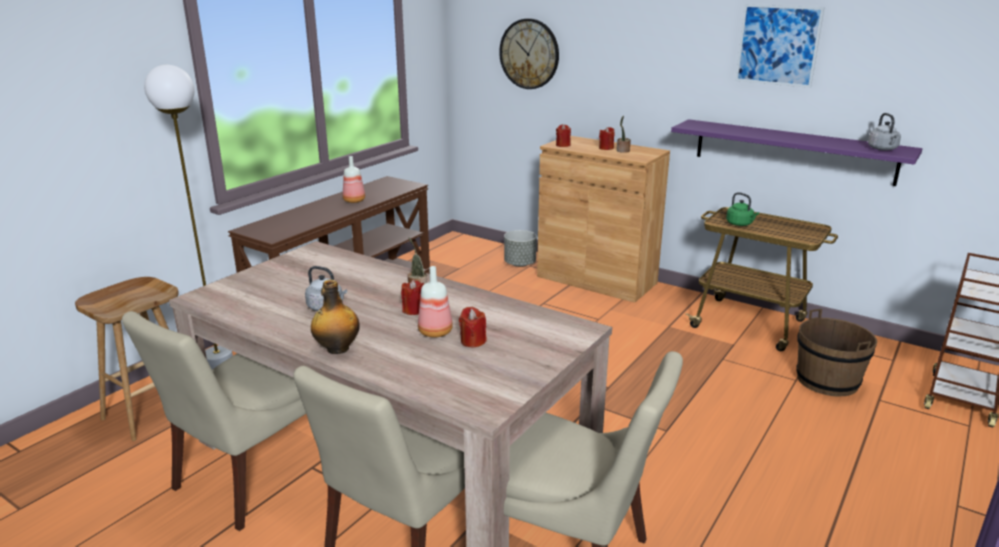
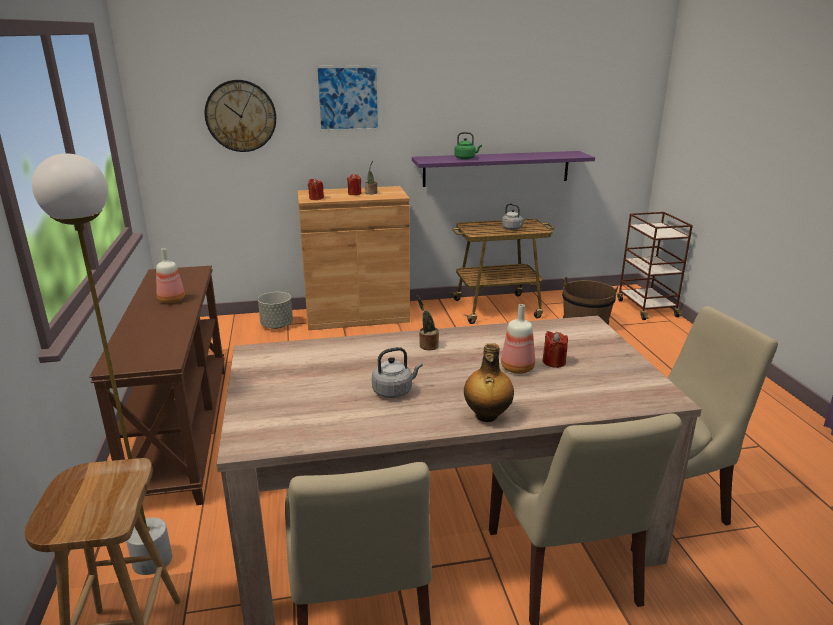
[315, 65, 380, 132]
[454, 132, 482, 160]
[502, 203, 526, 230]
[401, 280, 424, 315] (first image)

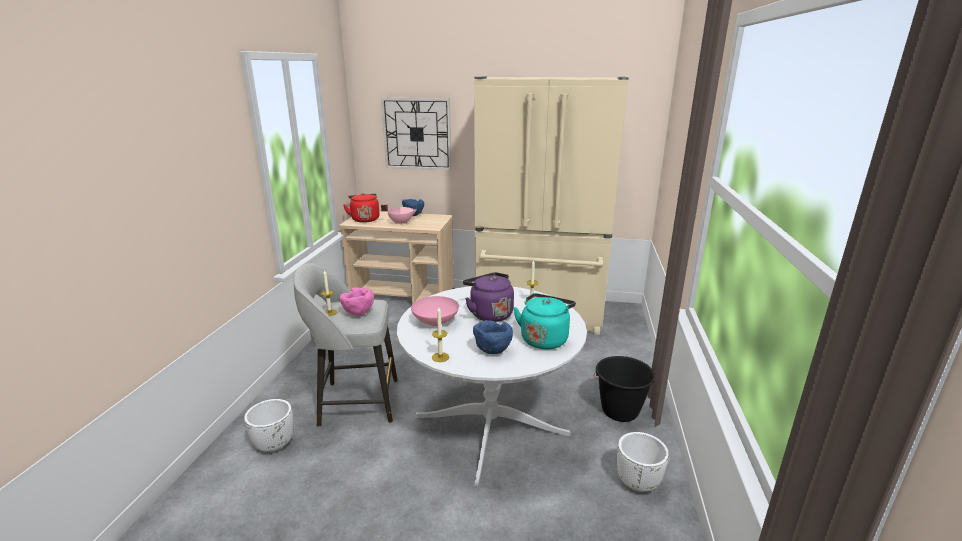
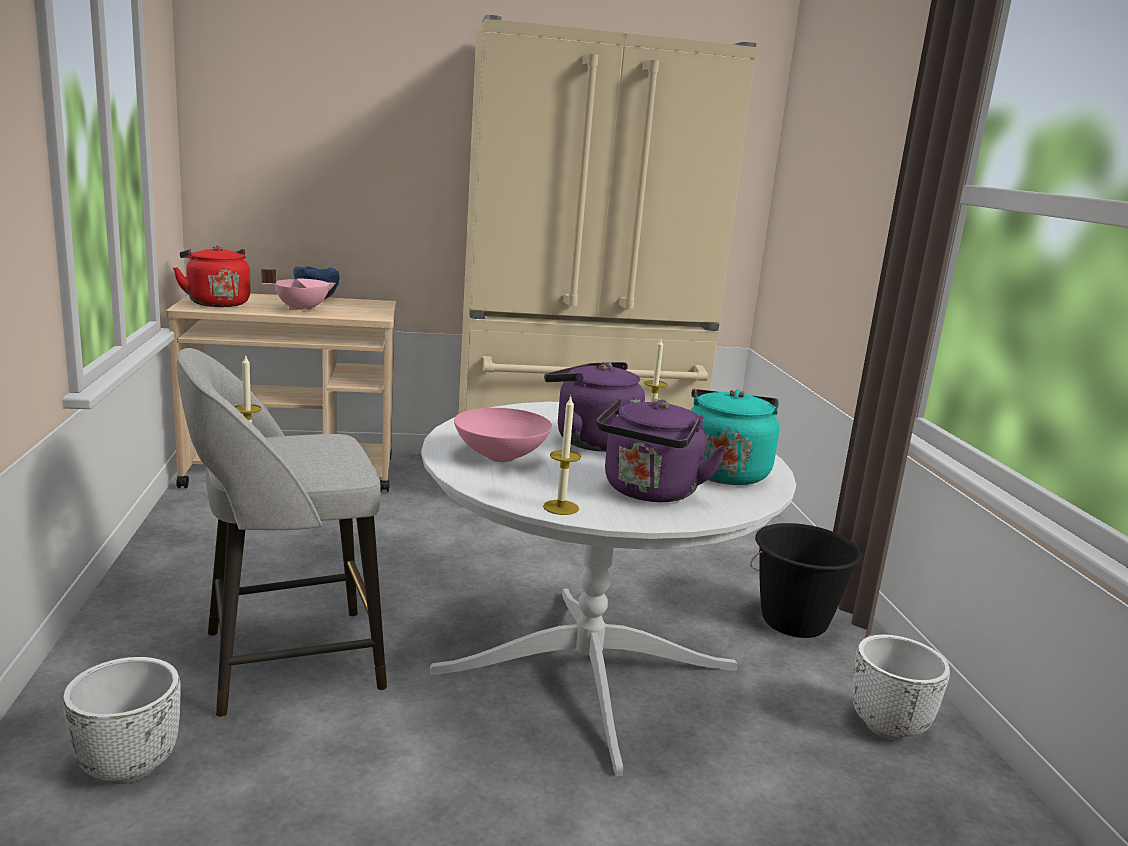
[596, 398, 727, 502]
[339, 287, 374, 316] (first image)
[381, 98, 452, 170] (first image)

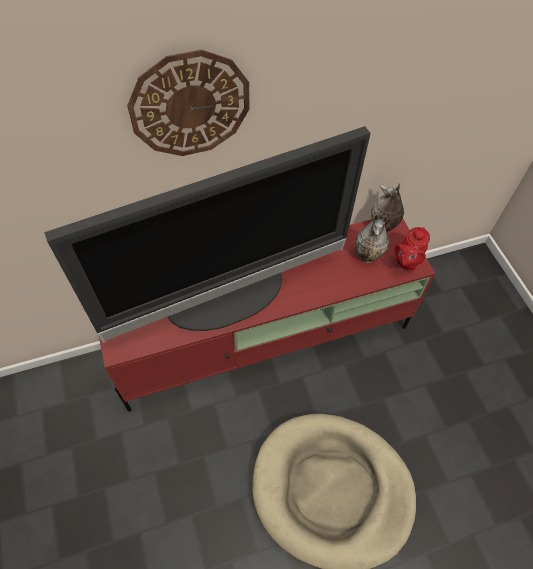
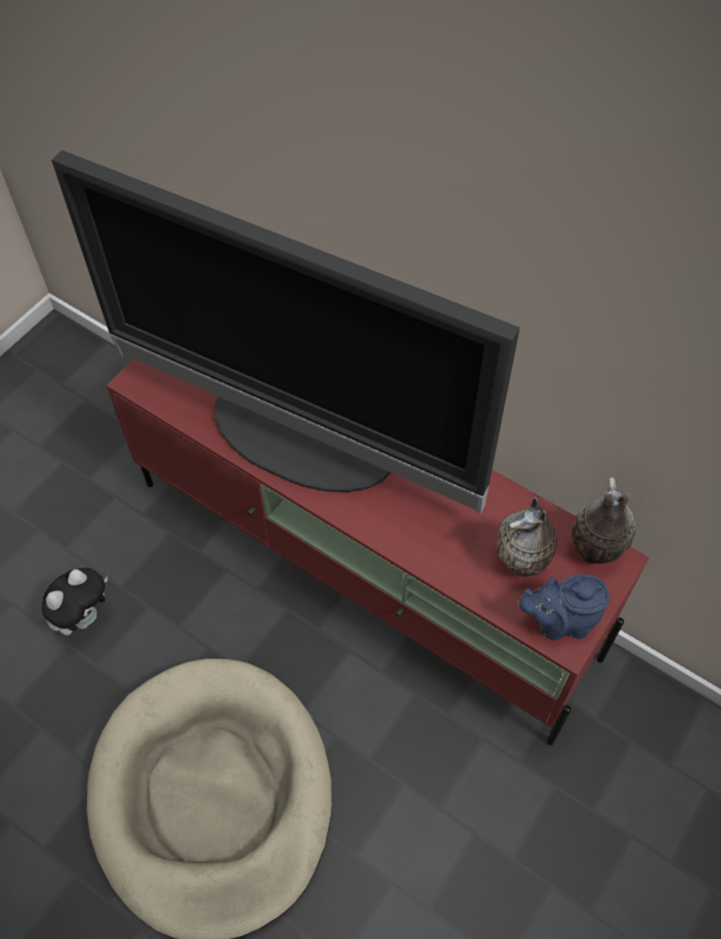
[42, 568, 108, 635]
[519, 575, 610, 640]
[127, 49, 250, 156] (first image)

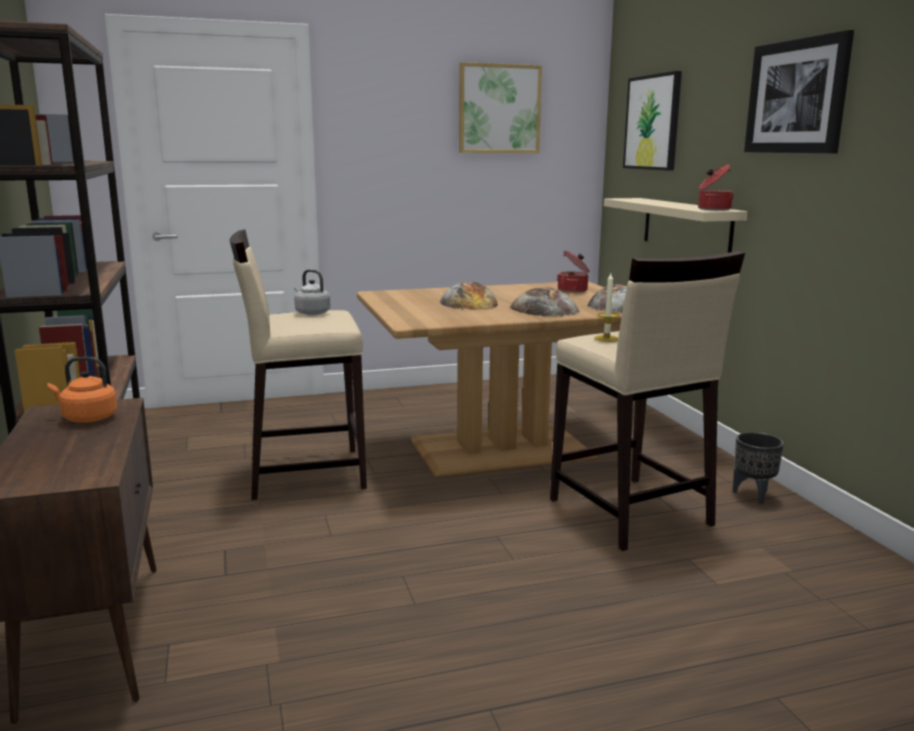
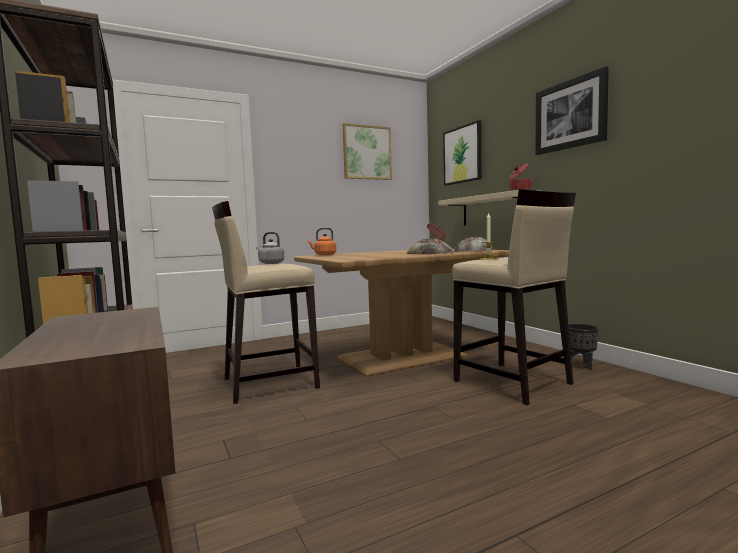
[308, 228, 336, 255]
[440, 282, 498, 310] (first image)

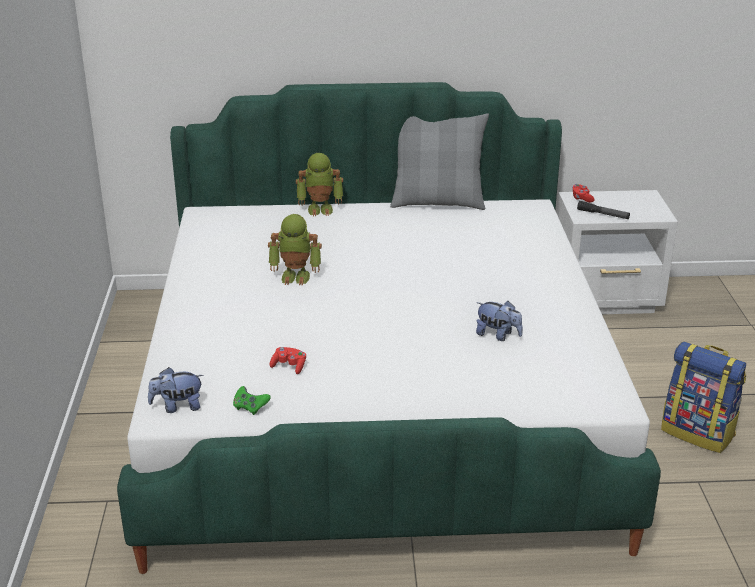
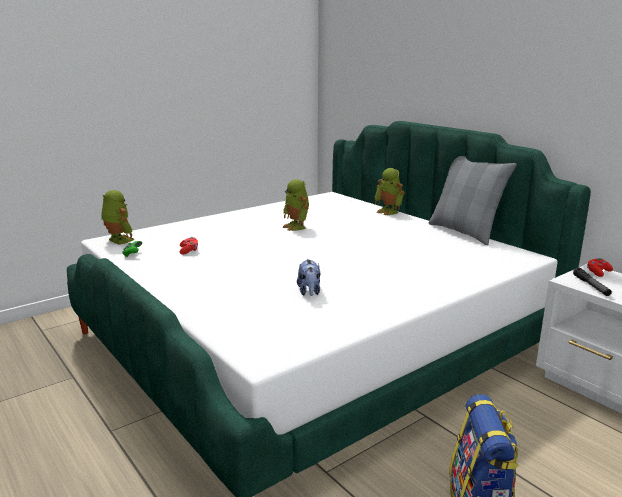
[101, 190, 135, 245]

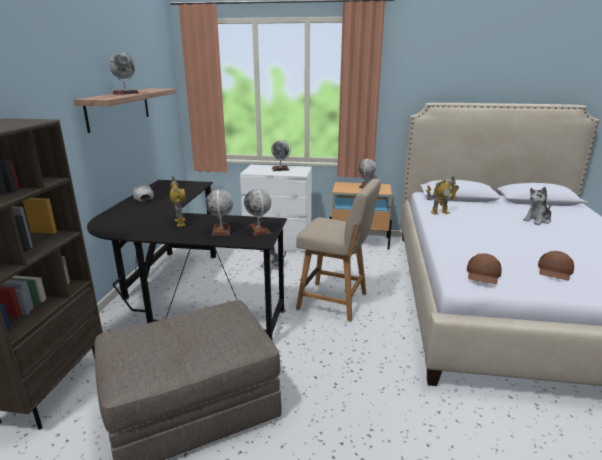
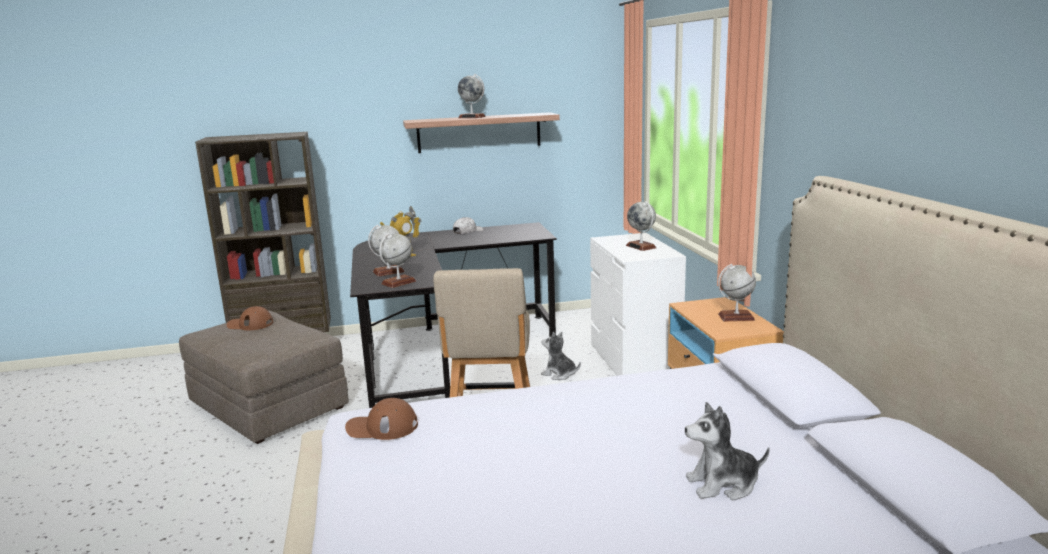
[227, 306, 273, 330]
[685, 402, 770, 500]
[426, 176, 459, 215] (first image)

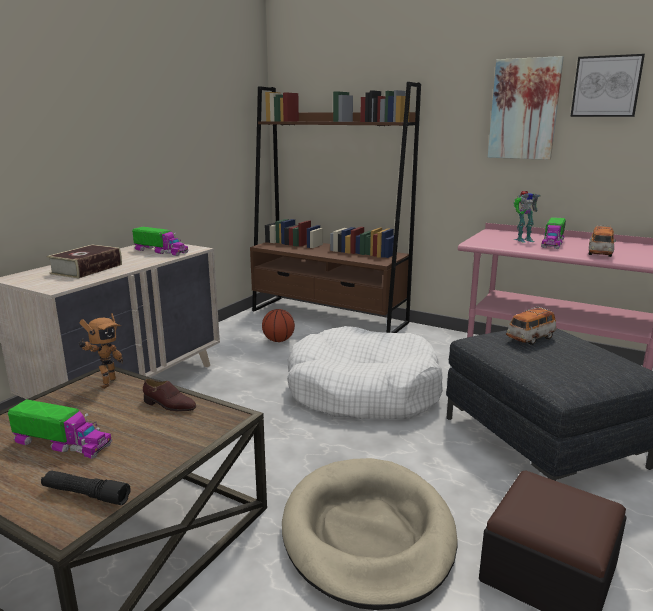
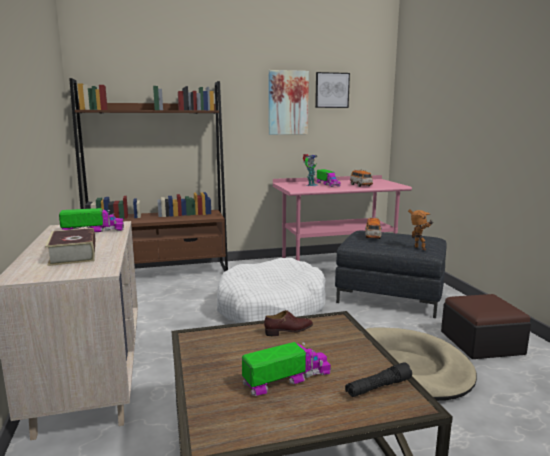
[408, 209, 433, 250]
[262, 309, 295, 342] (first image)

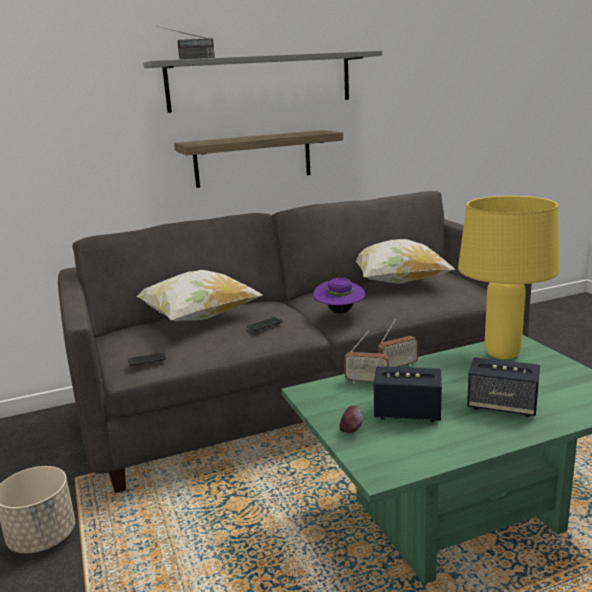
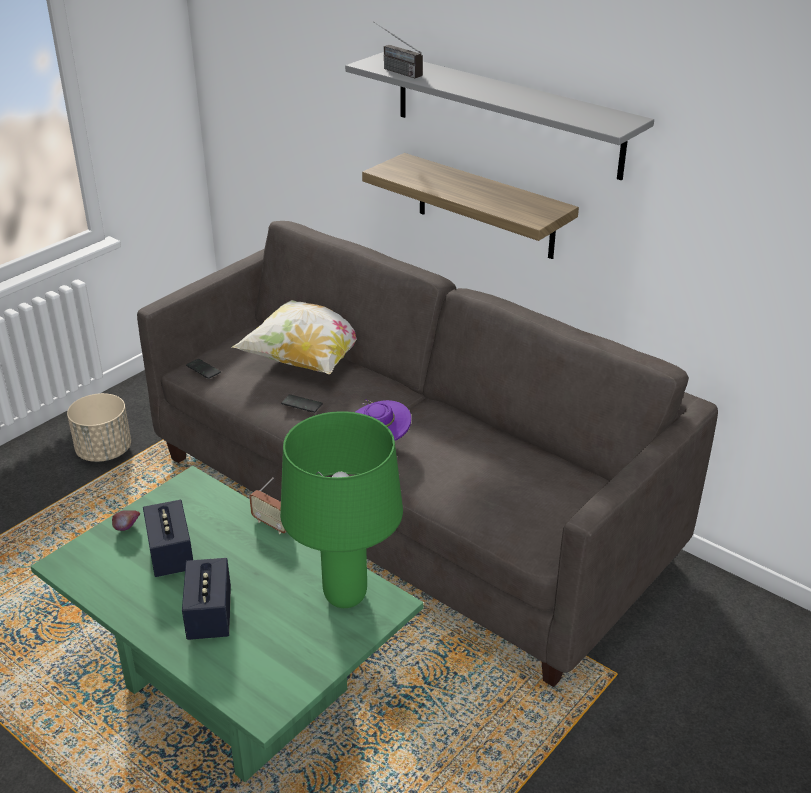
[280, 411, 403, 608]
[344, 331, 389, 384] (first image)
[356, 239, 455, 284] (first image)

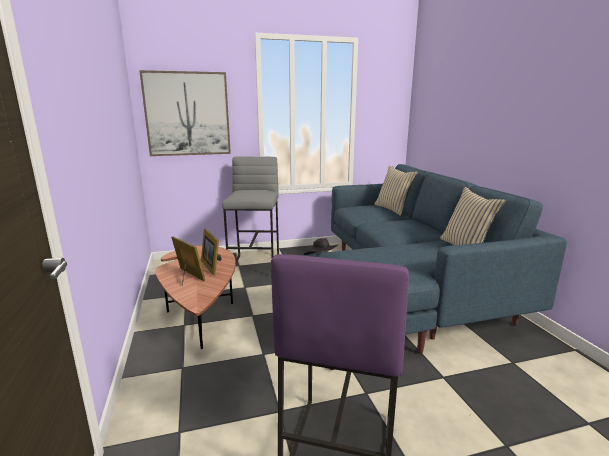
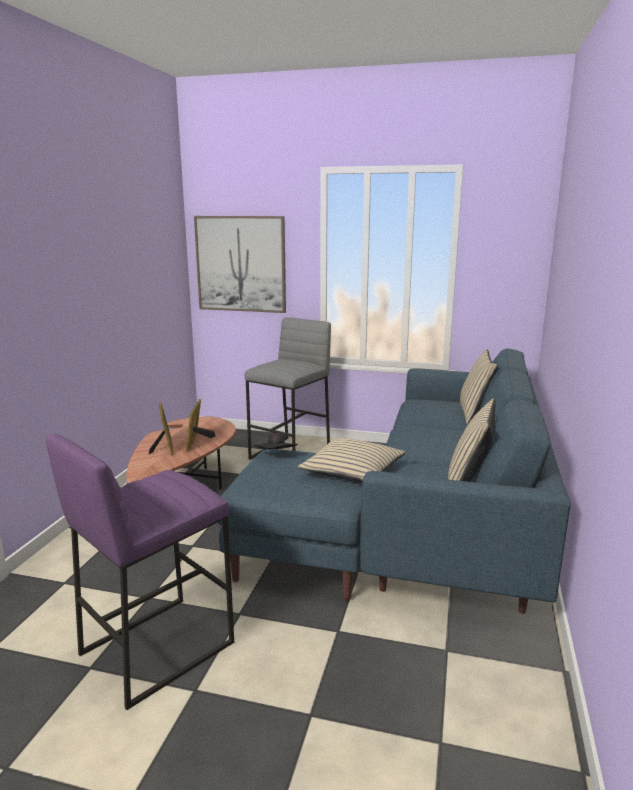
[298, 437, 405, 483]

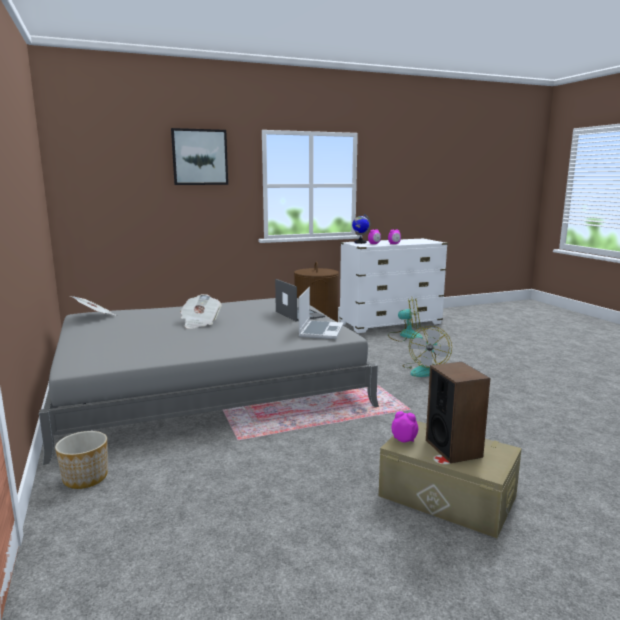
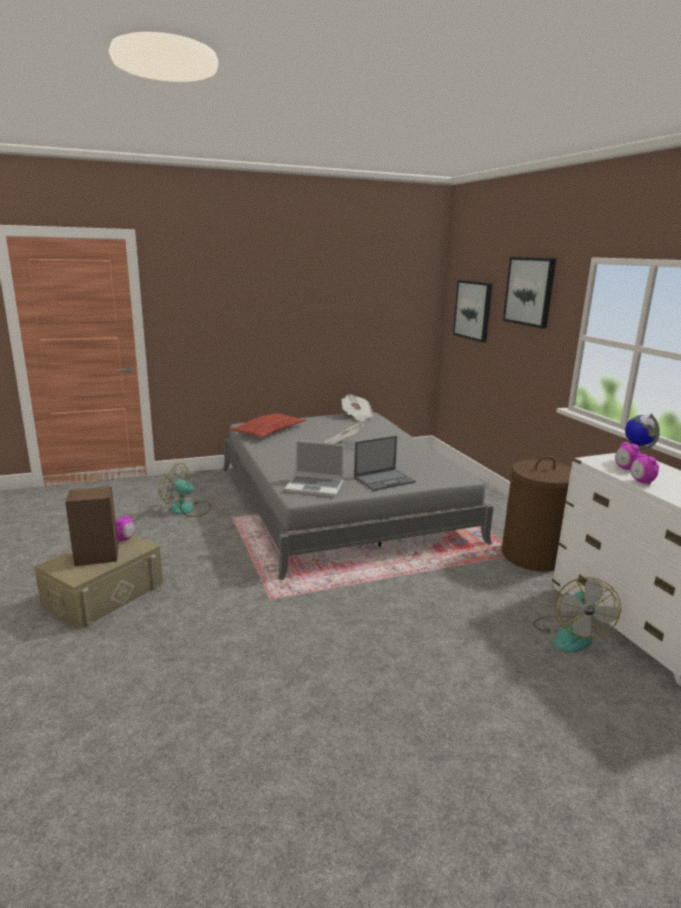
[159, 463, 211, 517]
[230, 413, 306, 438]
[453, 280, 492, 343]
[55, 431, 108, 489] (first image)

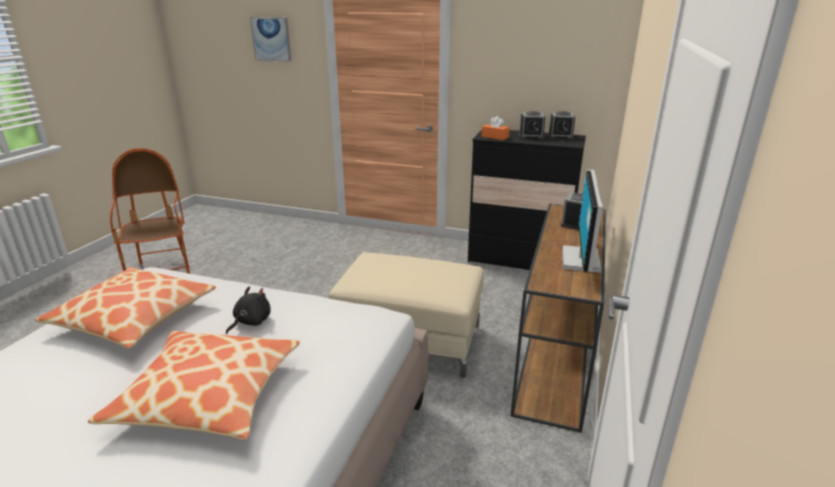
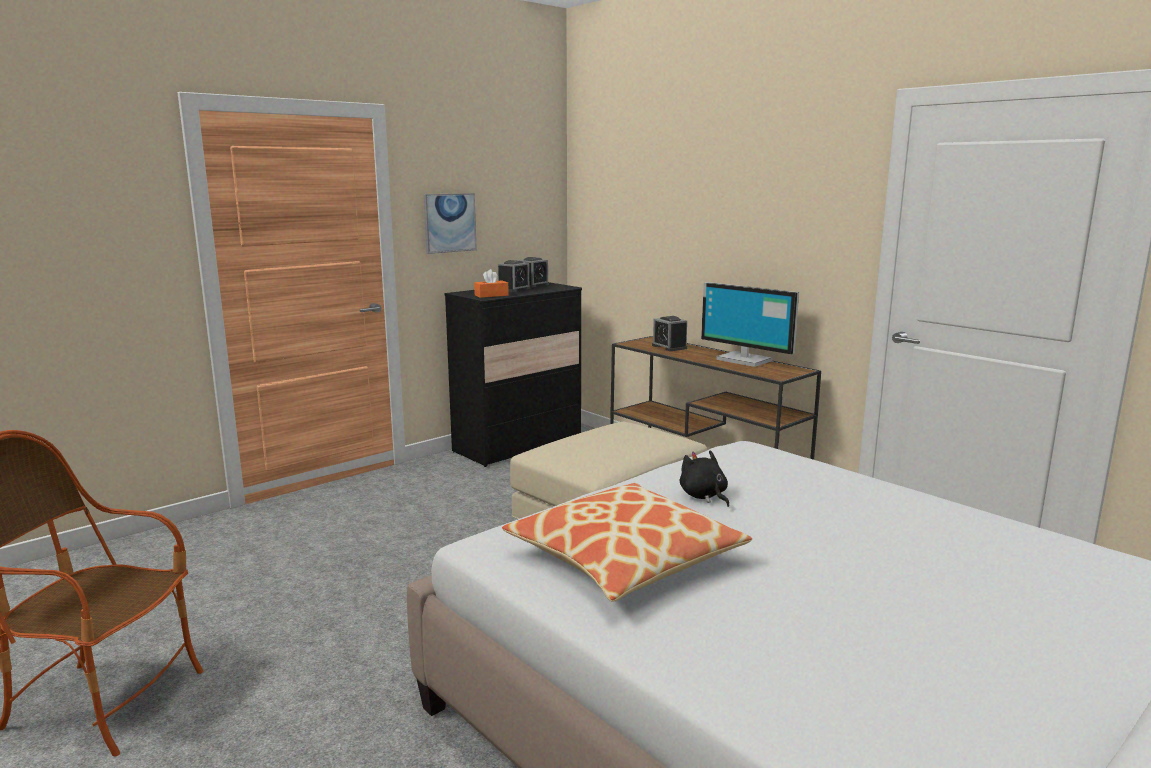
[423, 193, 477, 254]
[88, 331, 300, 440] (first image)

